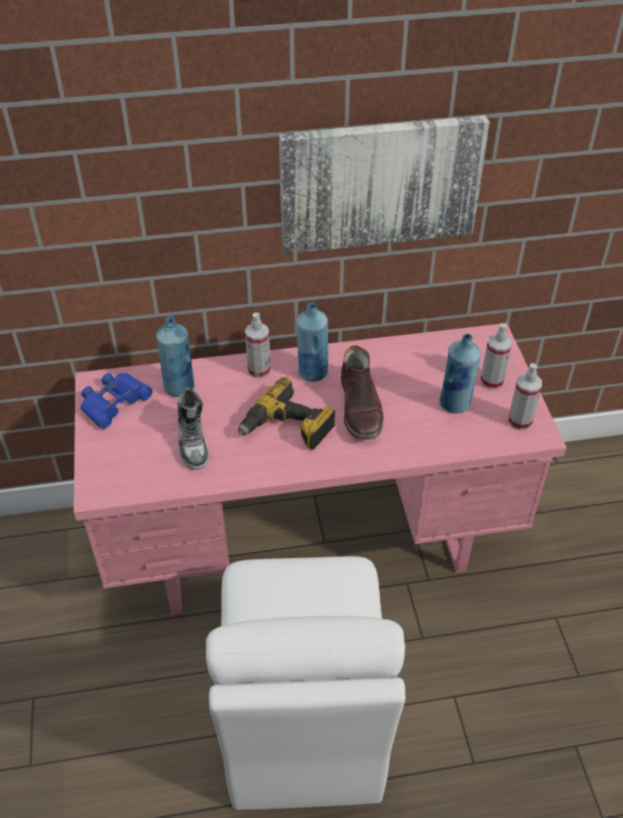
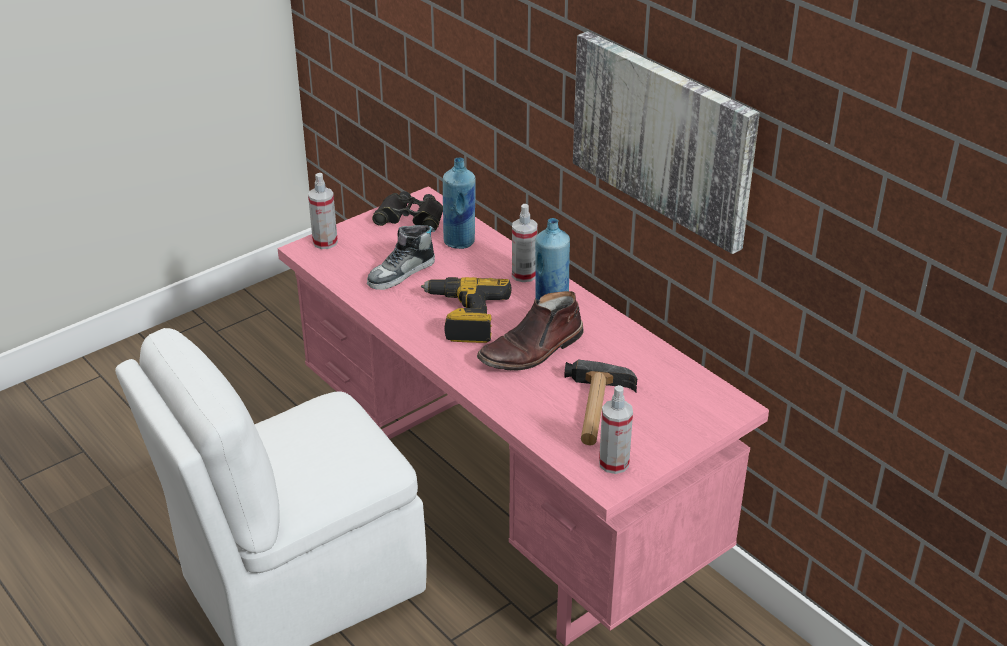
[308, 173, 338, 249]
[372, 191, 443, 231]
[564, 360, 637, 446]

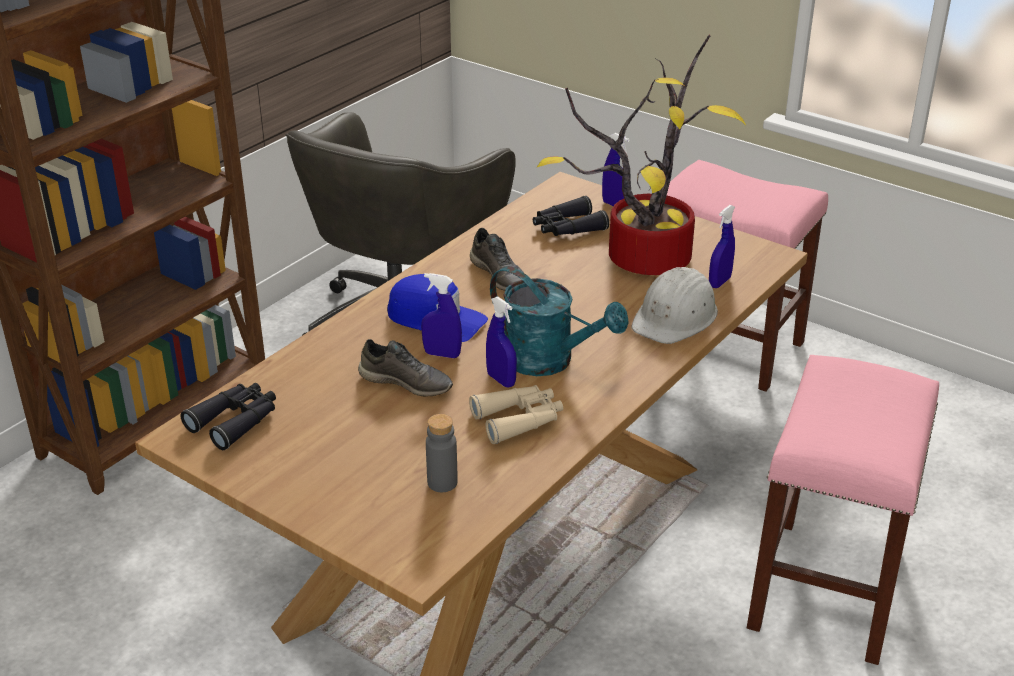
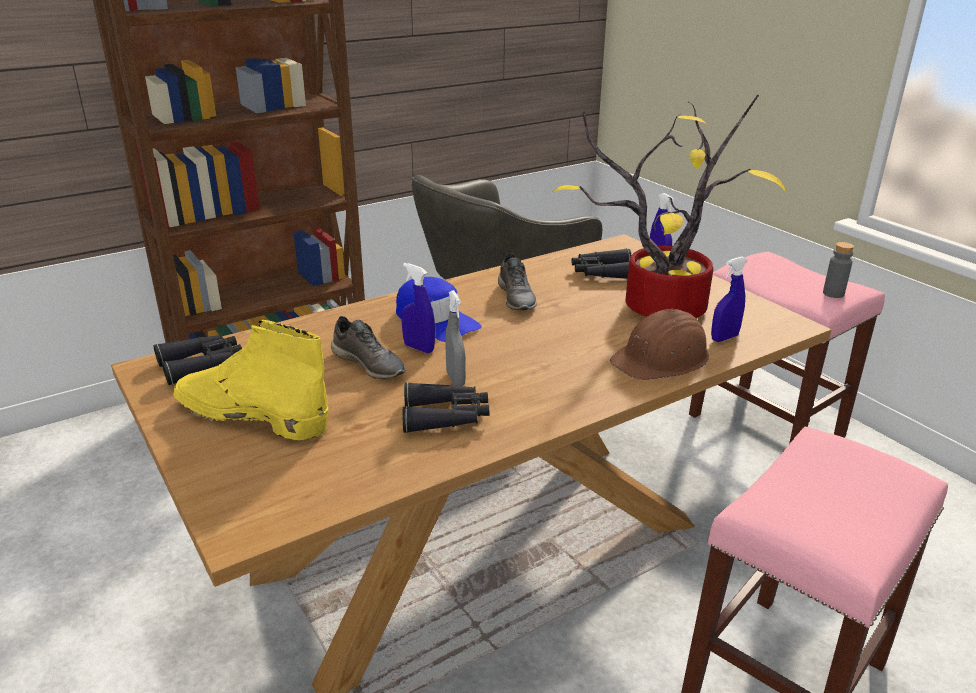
[173, 320, 329, 440]
[403, 382, 489, 433]
[446, 290, 466, 386]
[610, 309, 709, 380]
[823, 242, 854, 298]
[490, 266, 629, 376] (first image)

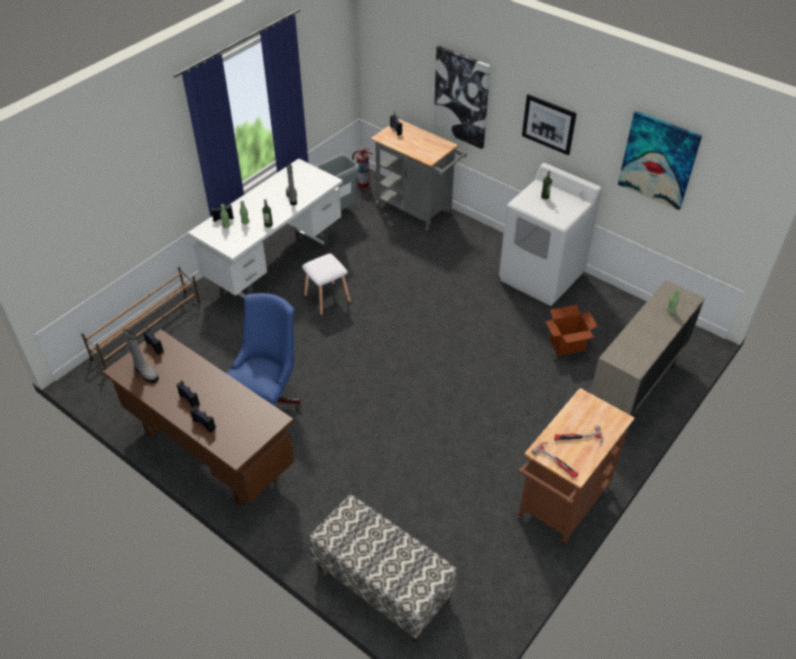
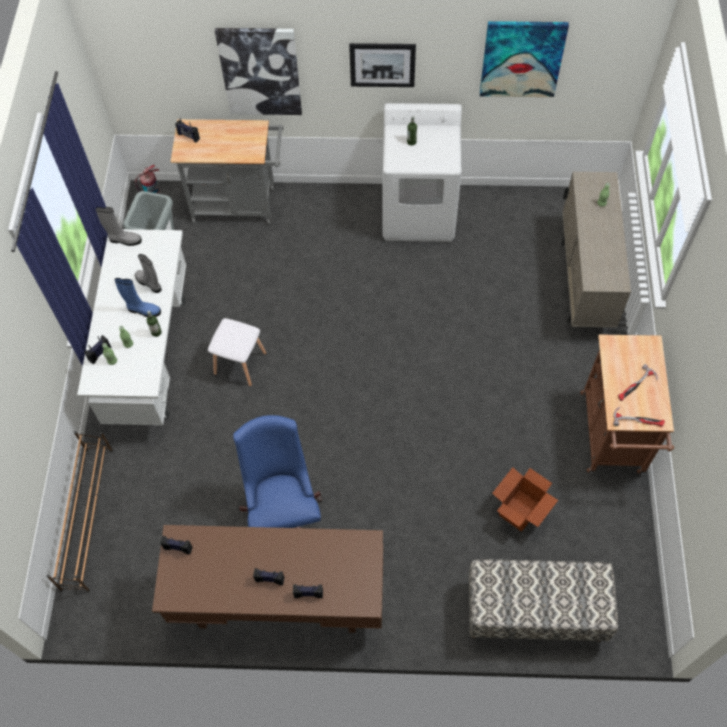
[96, 207, 142, 246]
[115, 278, 161, 317]
[492, 467, 558, 532]

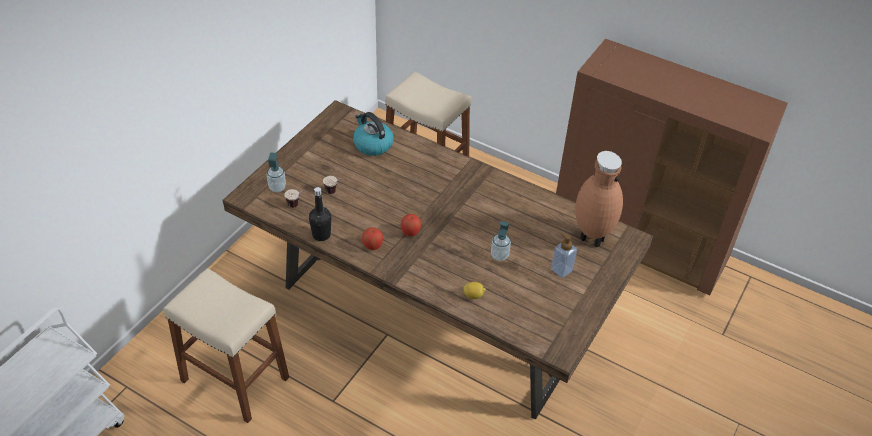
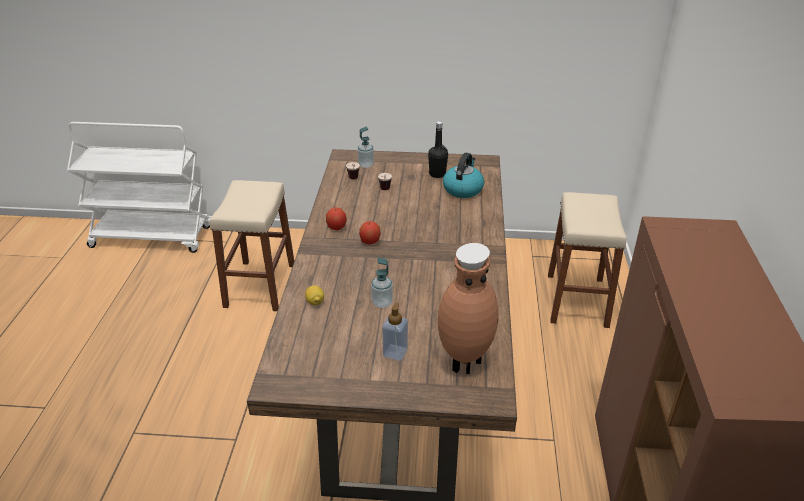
[428, 121, 448, 178]

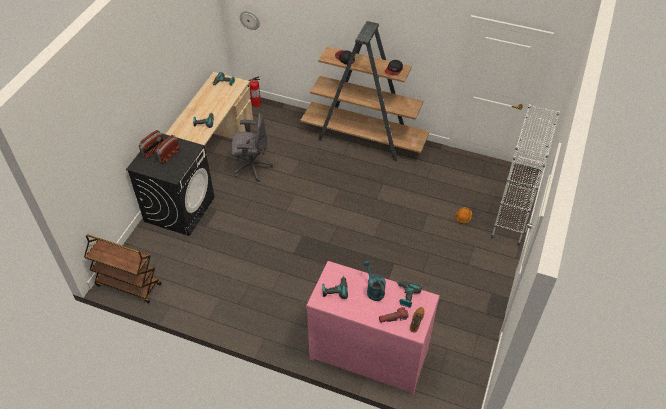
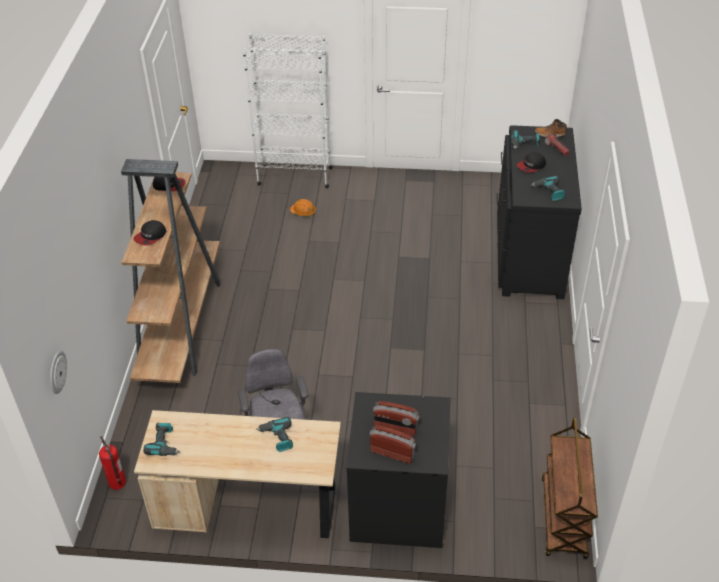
[497, 125, 582, 299]
[517, 152, 546, 173]

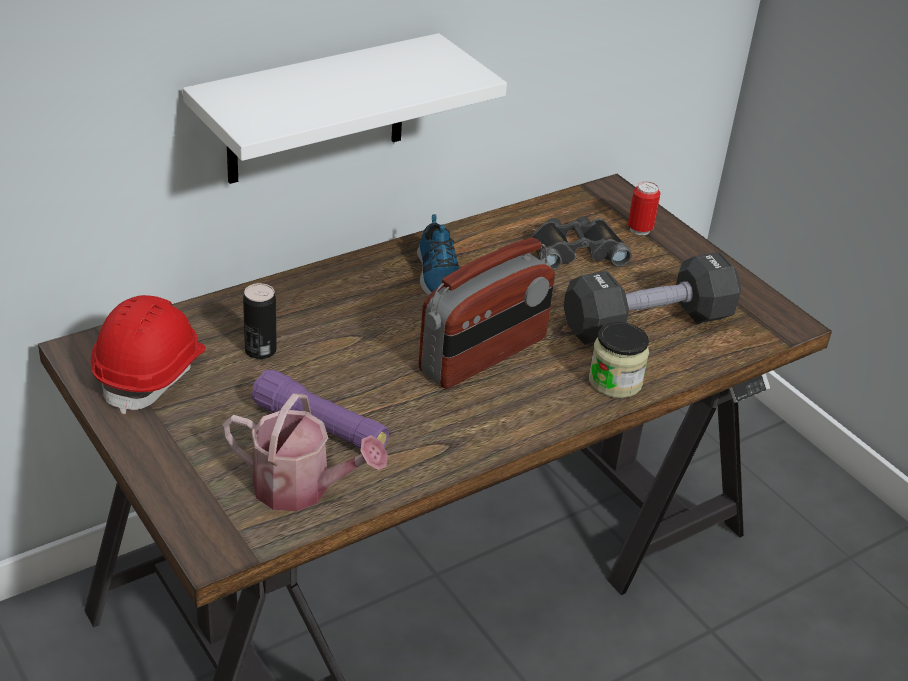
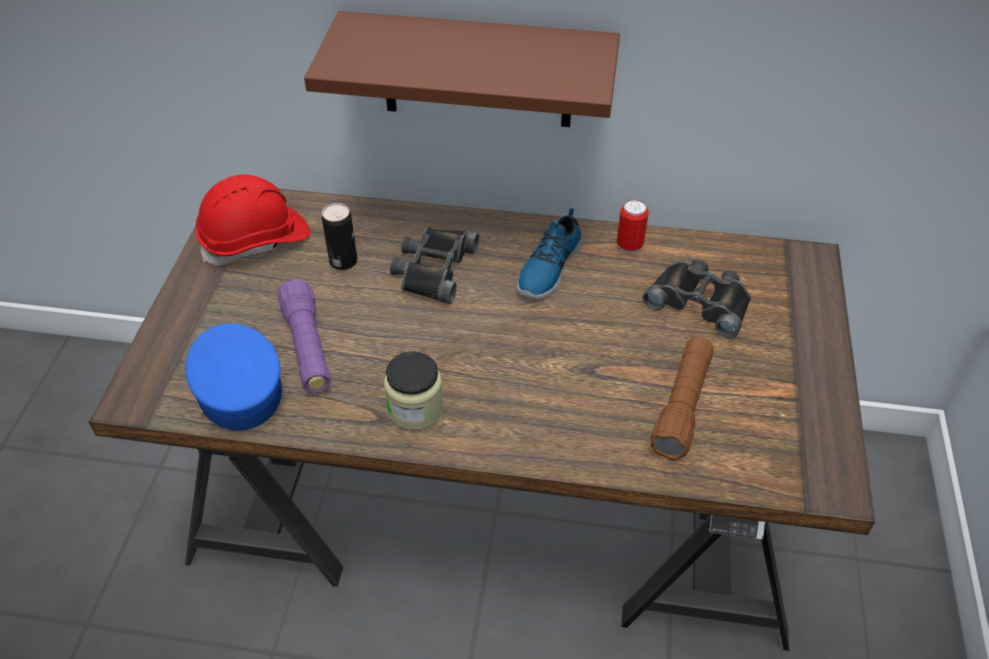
[186, 323, 283, 430]
[304, 11, 620, 127]
[384, 351, 443, 430]
[390, 227, 479, 304]
[617, 200, 649, 253]
[650, 337, 713, 460]
[419, 237, 555, 389] (first image)

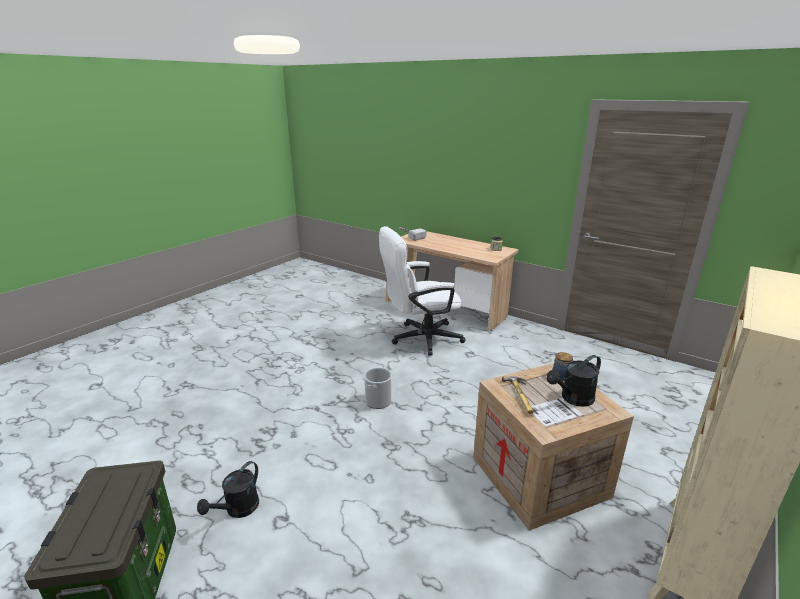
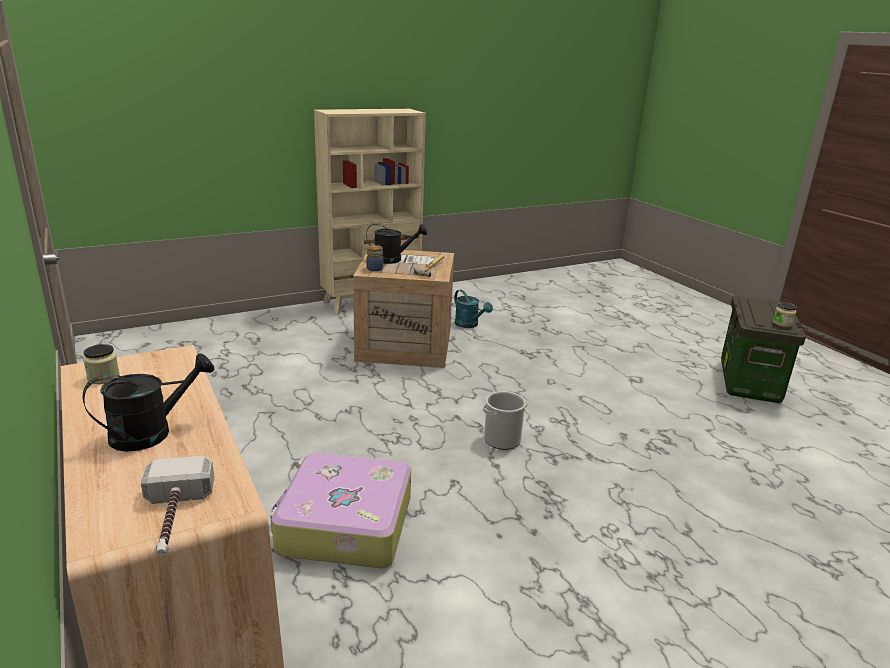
[83, 353, 214, 452]
[270, 453, 411, 568]
[454, 290, 493, 328]
[773, 302, 797, 327]

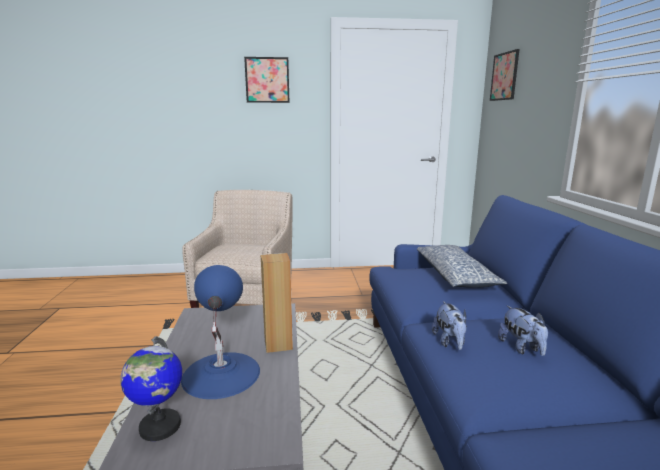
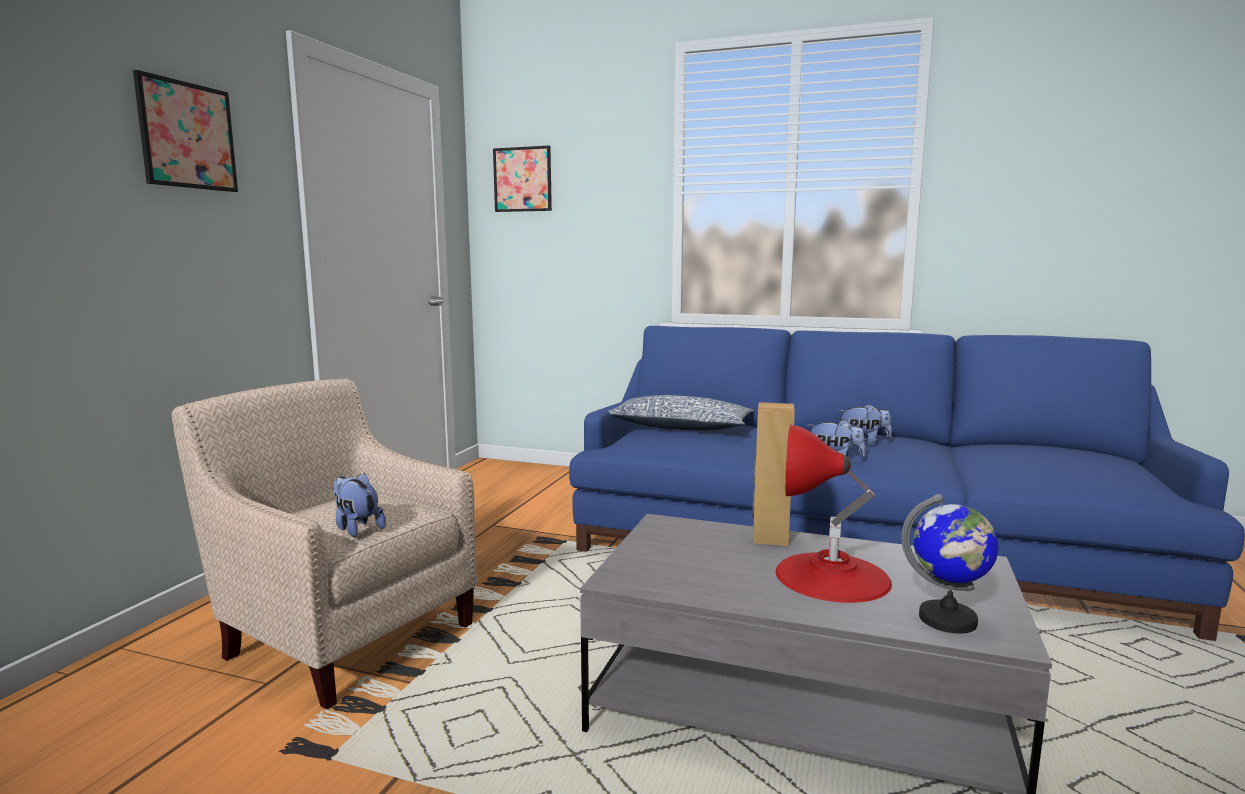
[332, 473, 386, 537]
[776, 424, 892, 603]

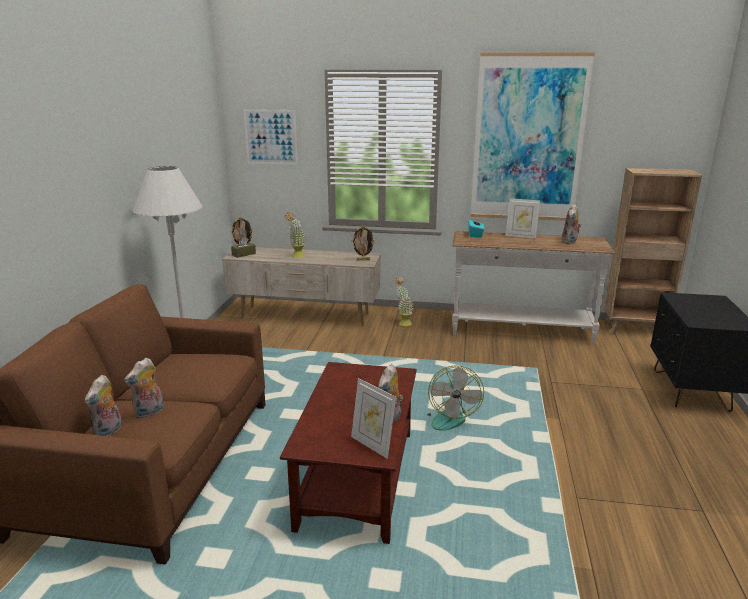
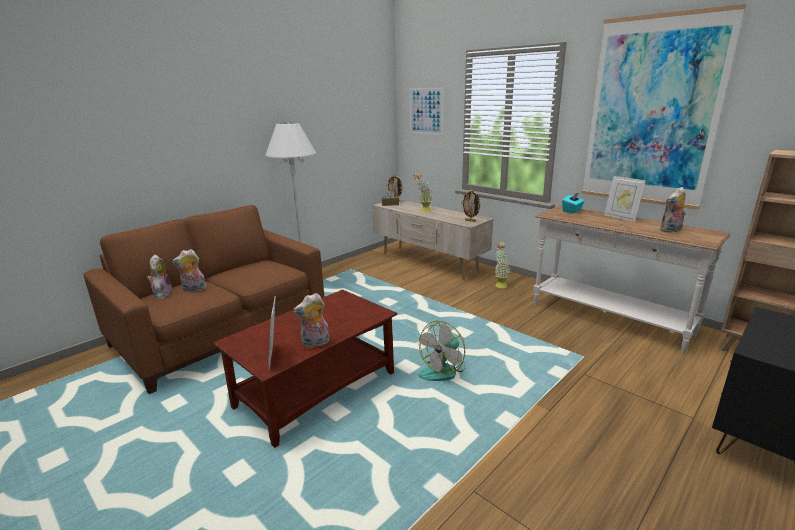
[147, 254, 173, 300]

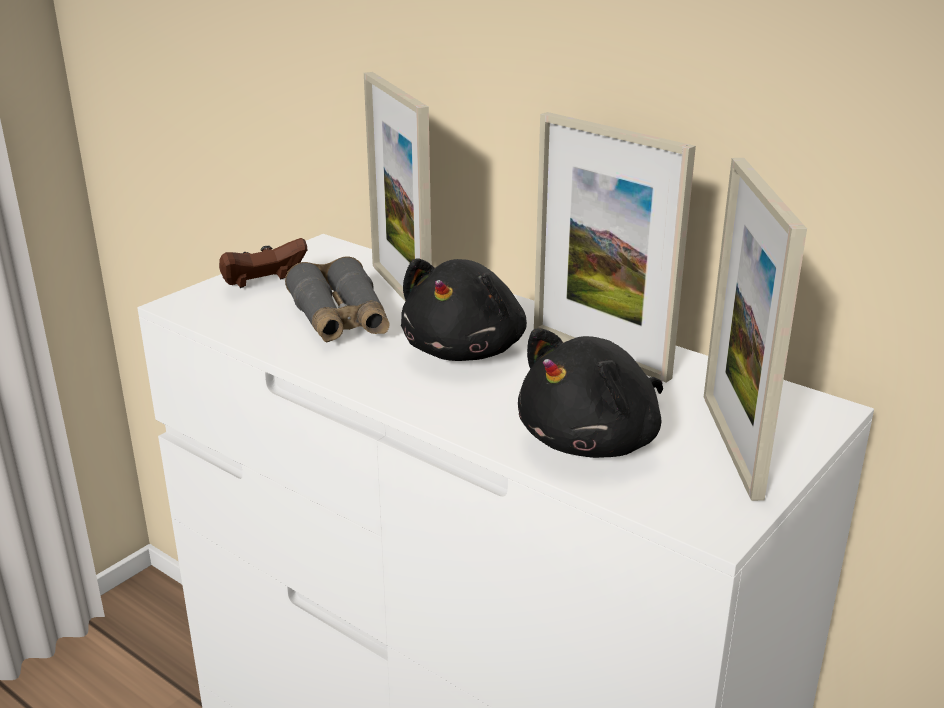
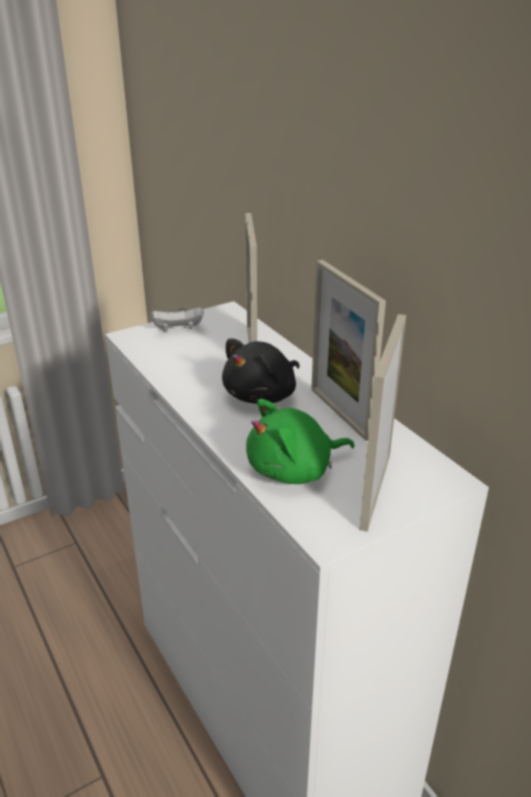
[151, 307, 204, 331]
[246, 399, 355, 484]
[285, 256, 389, 342] (first image)

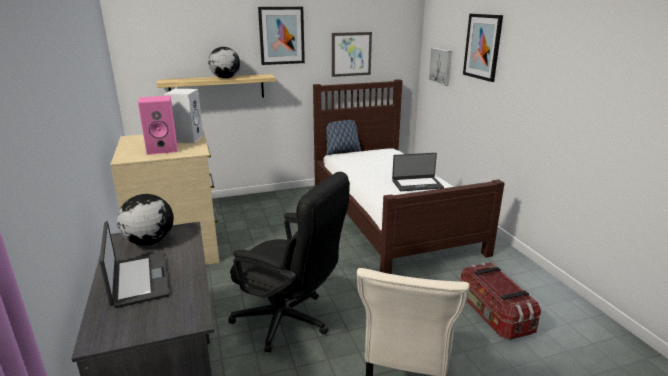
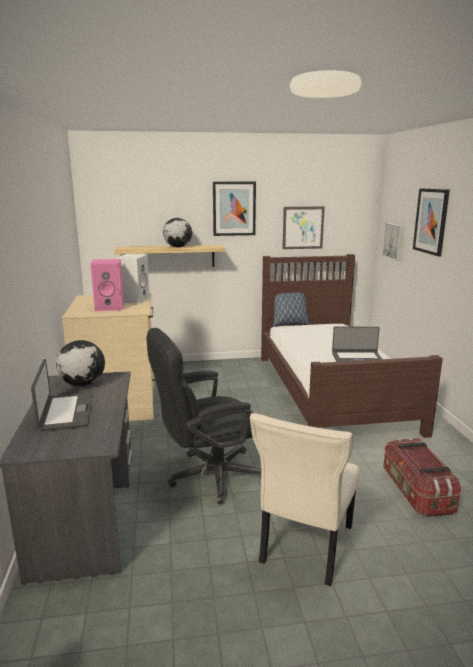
[147, 328, 261, 504]

